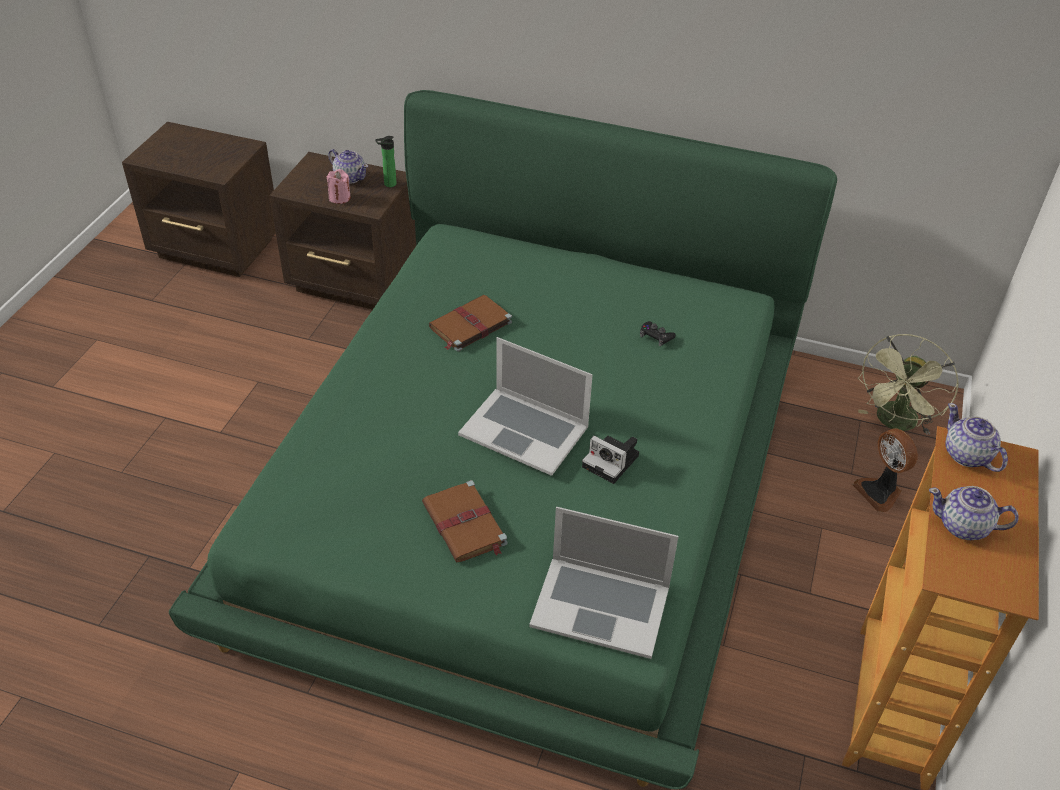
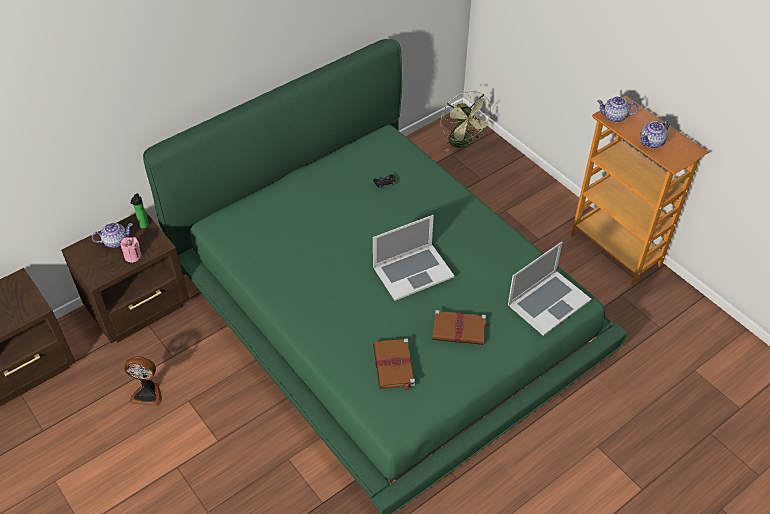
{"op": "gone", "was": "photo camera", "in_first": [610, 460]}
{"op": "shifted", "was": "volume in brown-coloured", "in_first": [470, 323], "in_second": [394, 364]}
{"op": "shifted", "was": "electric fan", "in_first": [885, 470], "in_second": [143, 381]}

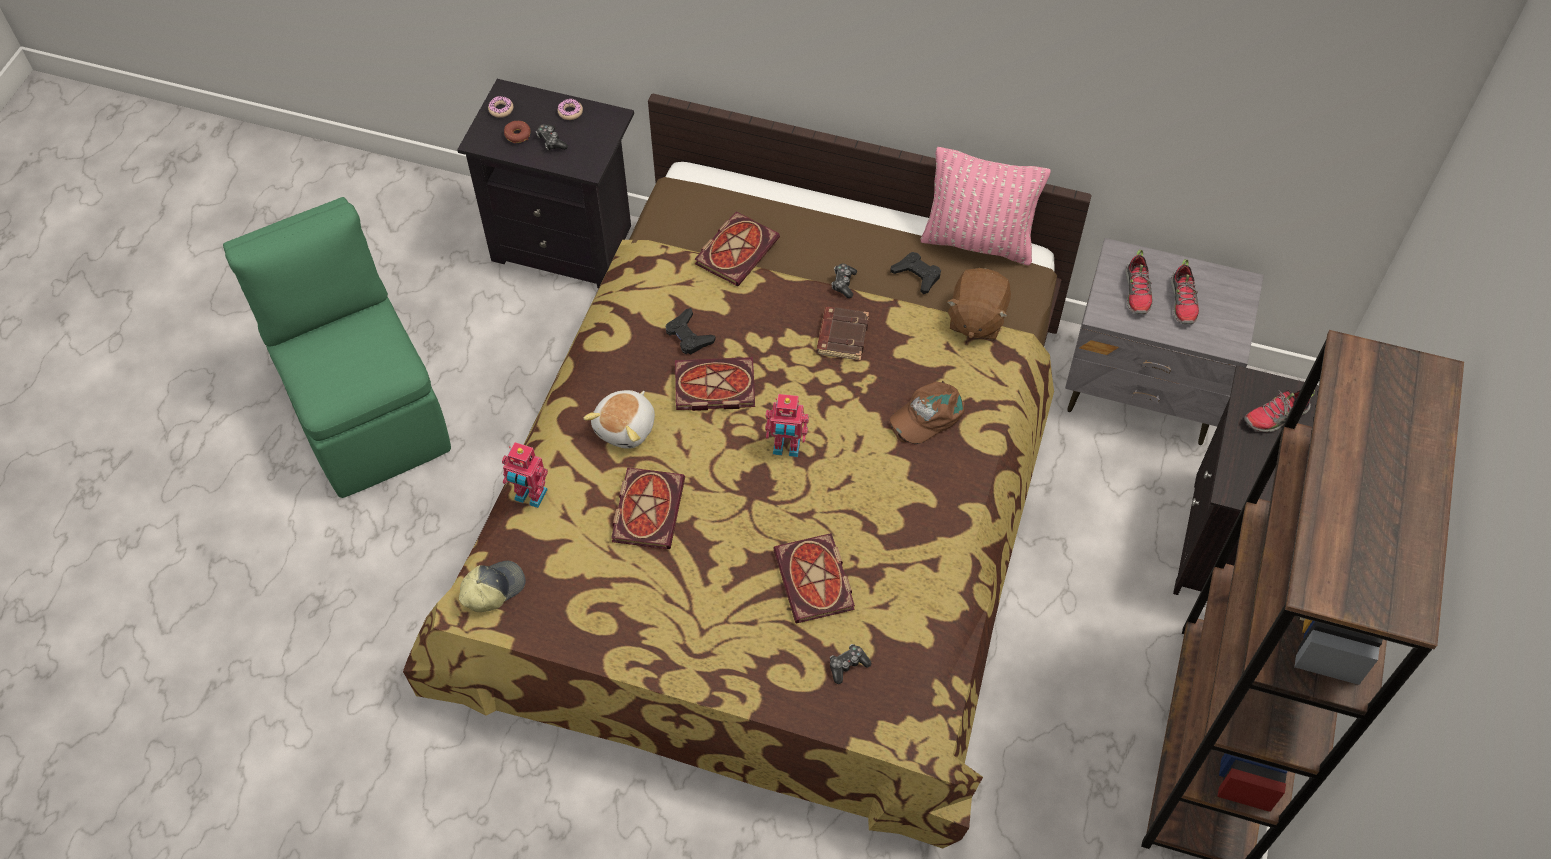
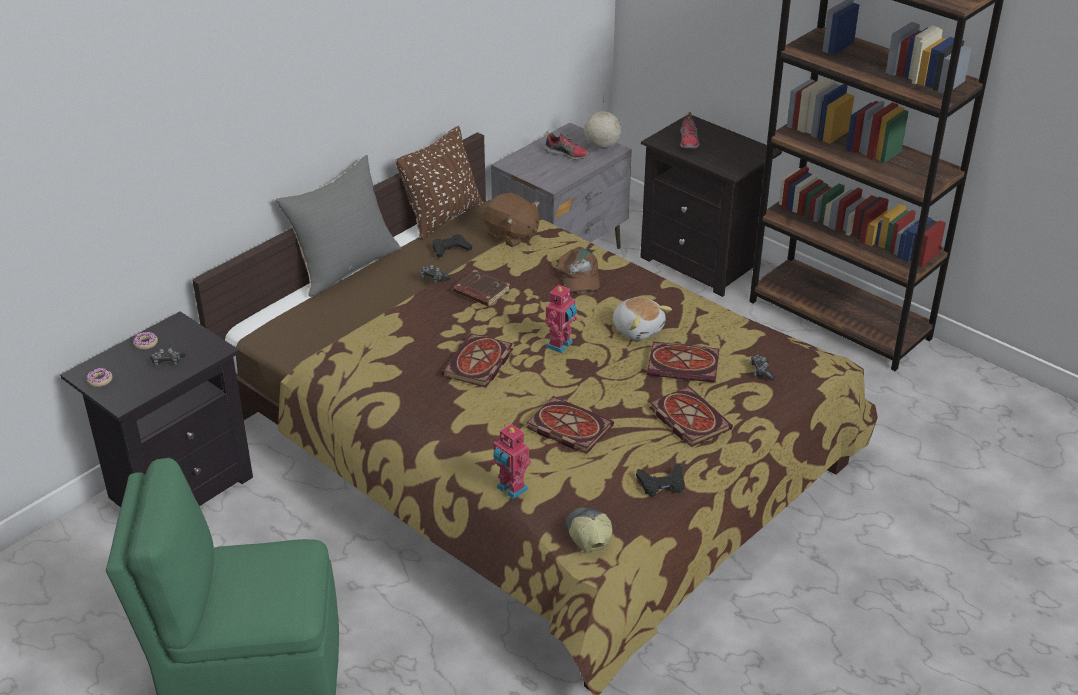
{"op": "gone", "was": "donut", "in_first": [517, 132]}
{"op": "gone", "was": "item of footwear", "in_first": [1139, 282]}
{"op": "new", "now": "pillow in grey", "in_second": [338, 226]}
{"op": "new", "now": "world globe", "in_second": [602, 123]}
{"op": "shifted", "was": "soft toy", "in_first": [619, 419], "in_second": [642, 318]}
{"op": "shifted", "was": "game controller in black-coloured", "in_first": [691, 331], "in_second": [660, 480]}
{"op": "shifted", "was": "volume", "in_first": [737, 249], "in_second": [691, 416]}
{"op": "repainted", "was": "pillow in pinkish", "now": "pillow in brown-coloured", "in_first": [985, 206], "in_second": [439, 183]}
{"op": "rotated", "was": "model robot", "in_first": [525, 475], "in_second": [511, 461], "clockwise": 90}

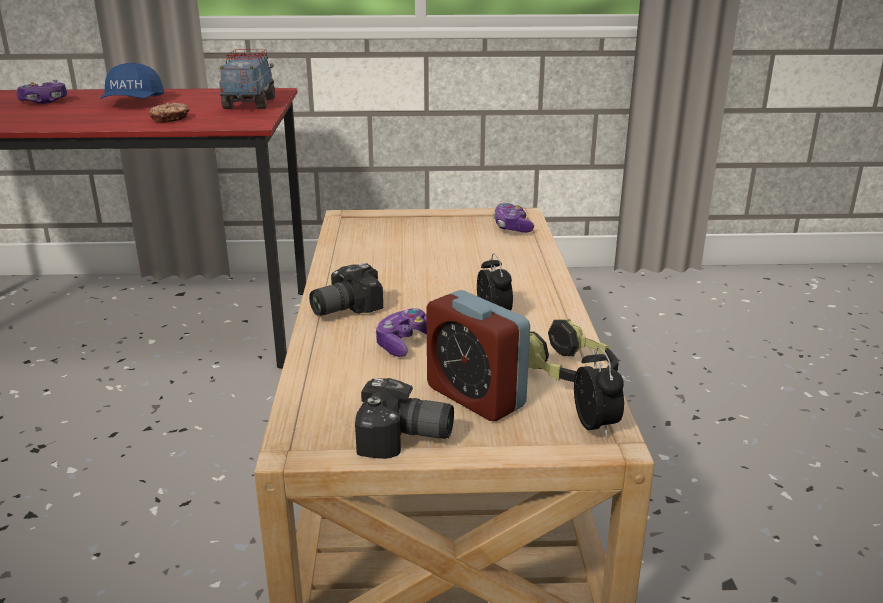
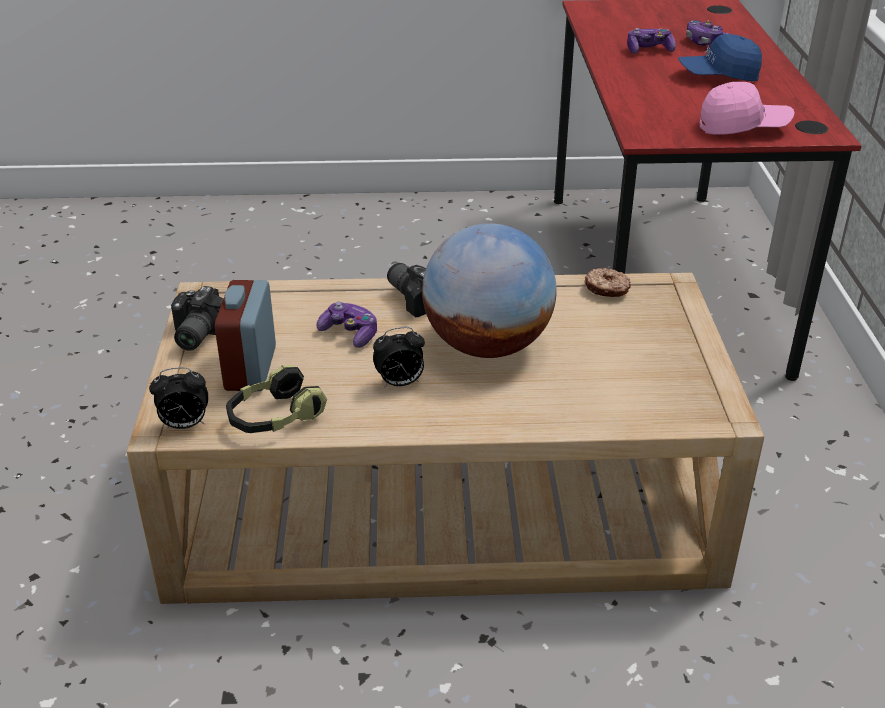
{"op": "new", "now": "world globe", "in_second": [489, 290]}
{"op": "shifted", "was": "donut", "in_first": [169, 113], "in_second": [608, 282]}
{"op": "shifted", "was": "game controller", "in_first": [513, 218], "in_second": [651, 41]}
{"op": "swapped", "was": "model truck", "now": "baseball cap in pinkish", "in_first": [247, 79], "in_second": [747, 108]}
{"op": "rotated", "was": "alarm clock", "in_first": [478, 355], "in_second": [245, 335], "clockwise": -45}

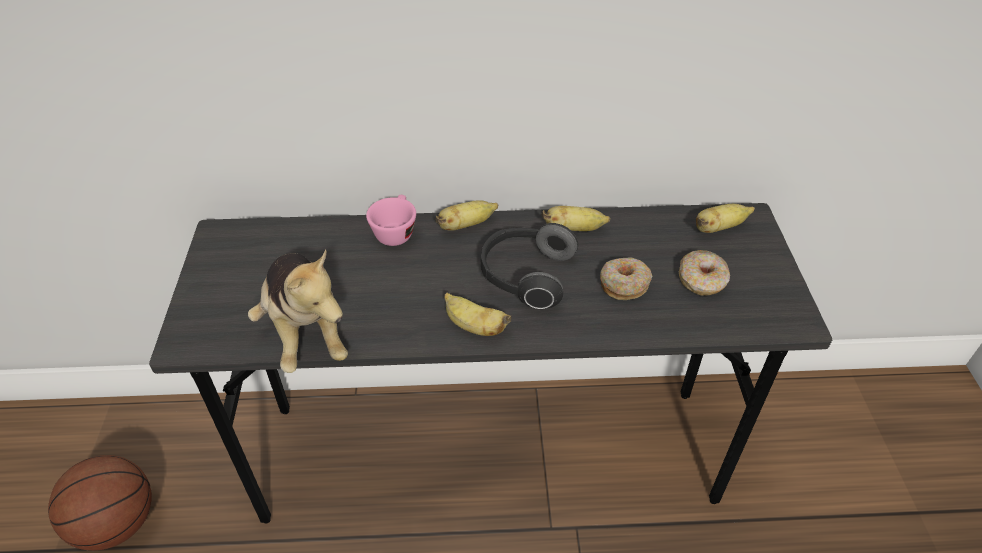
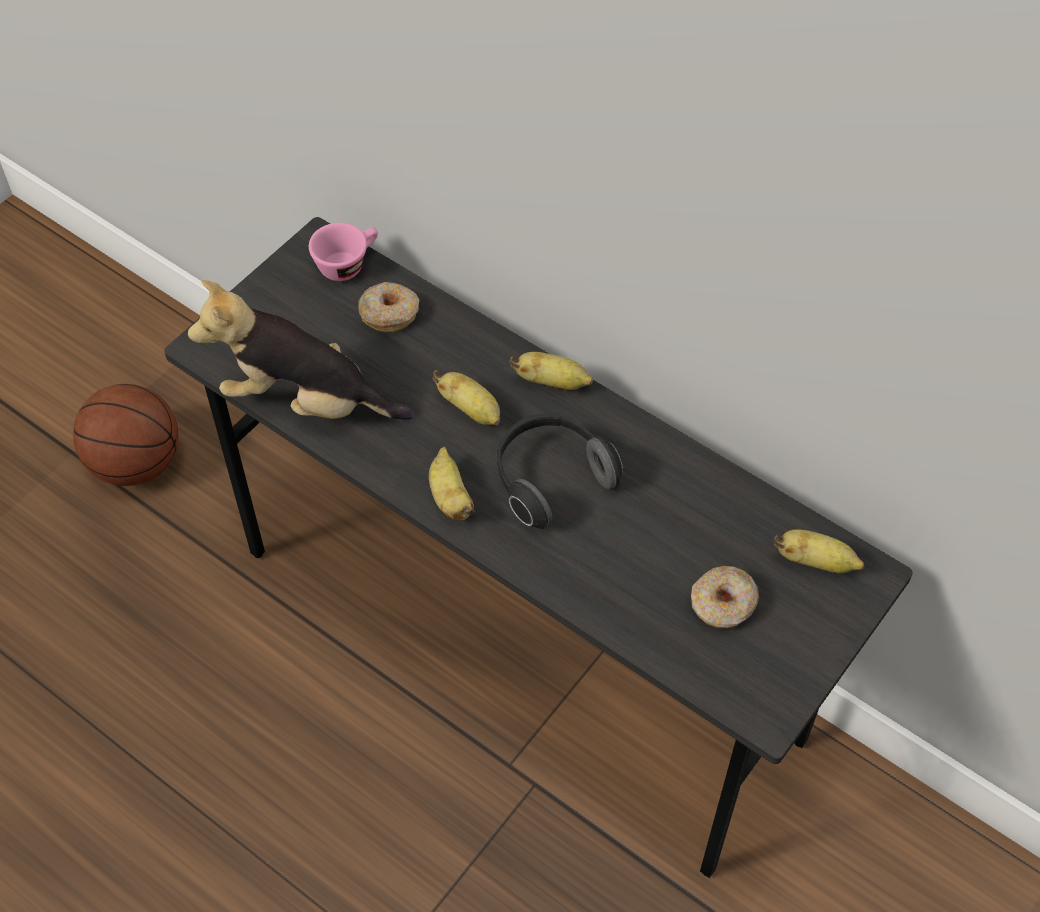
{"op": "shifted", "was": "drinking cup in pinkish", "in_first": [391, 220], "in_second": [343, 252]}
{"op": "shifted", "was": "banana", "in_first": [576, 218], "in_second": [466, 397]}
{"op": "shifted", "was": "donut", "in_first": [626, 279], "in_second": [388, 307]}
{"op": "rotated", "was": "soft toy", "in_first": [298, 311], "in_second": [301, 350], "clockwise": 90}

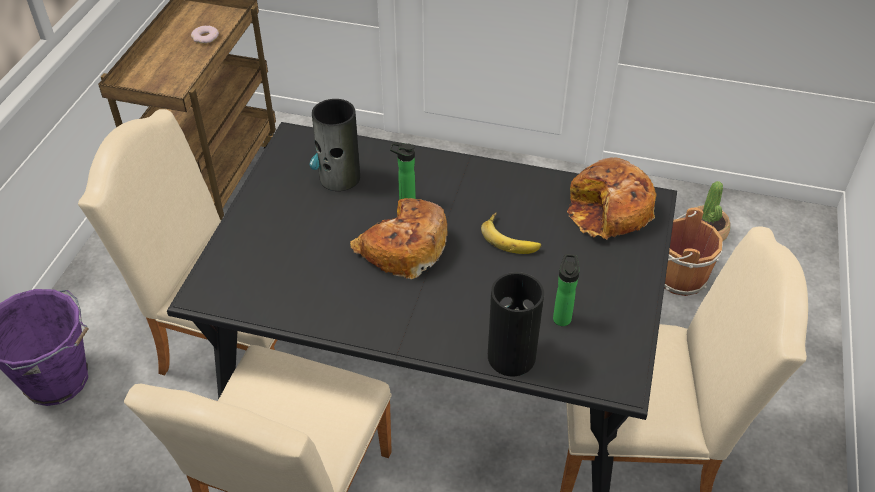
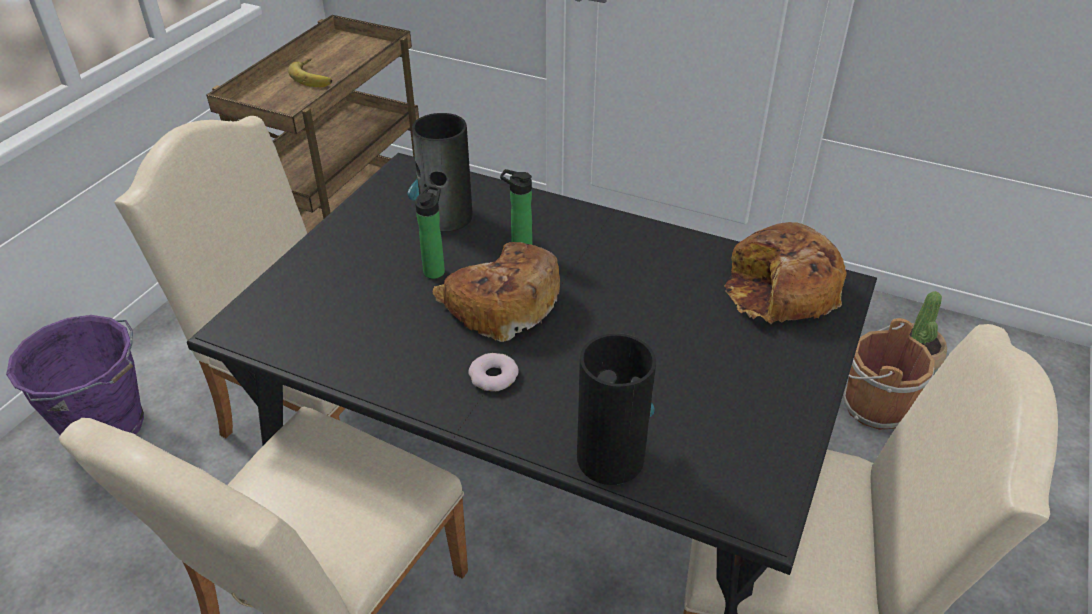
{"op": "shifted", "was": "donut", "in_first": [205, 35], "in_second": [493, 372]}
{"op": "shifted", "was": "banana", "in_first": [511, 233], "in_second": [310, 73]}
{"op": "shifted", "was": "beverage bottle", "in_first": [566, 290], "in_second": [430, 232]}

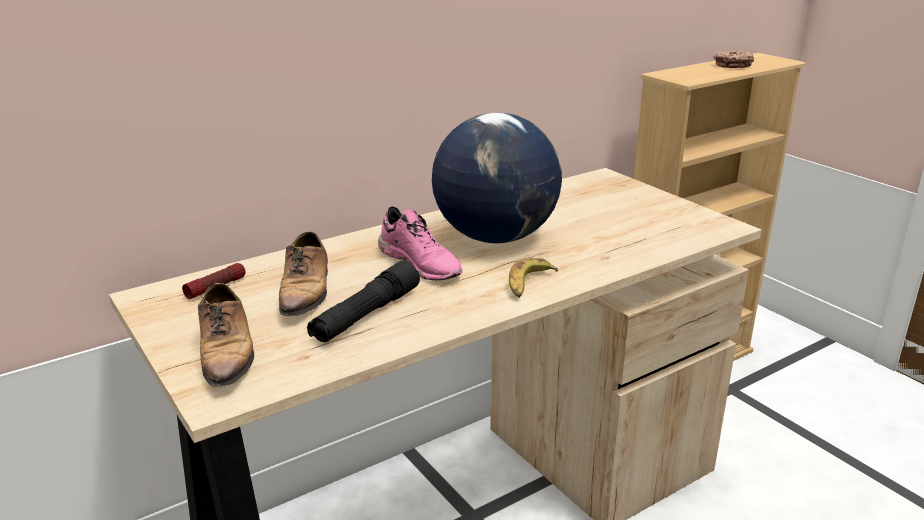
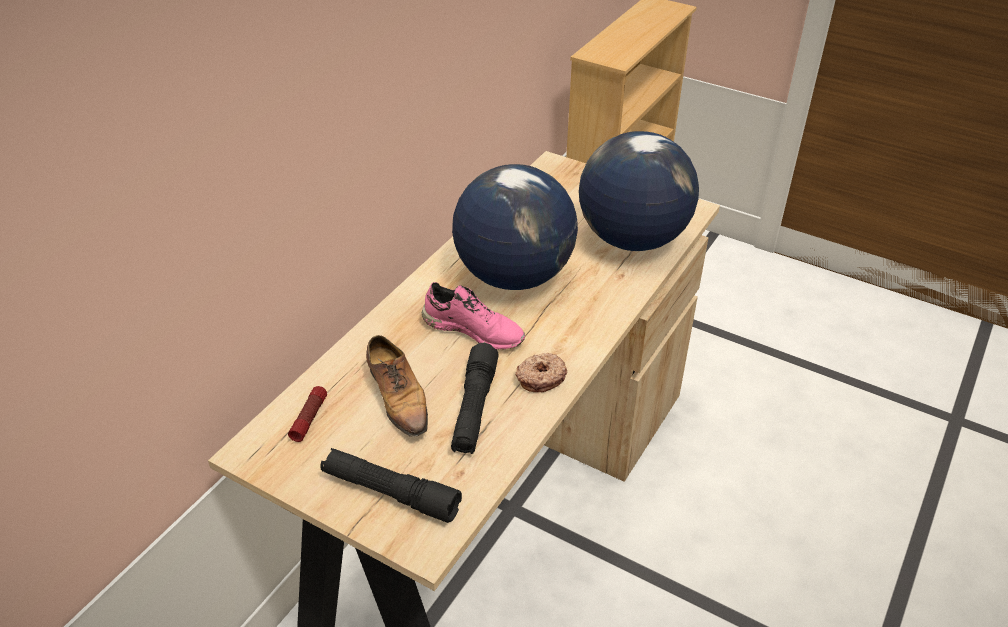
{"op": "gone", "was": "banana", "in_first": [533, 278]}
{"op": "new", "now": "world globe", "in_second": [639, 191]}
{"op": "shifted", "was": "donut", "in_first": [733, 59], "in_second": [541, 372]}
{"op": "swapped", "was": "item of footwear", "now": "torch in black-coloured", "in_first": [226, 338], "in_second": [391, 485]}

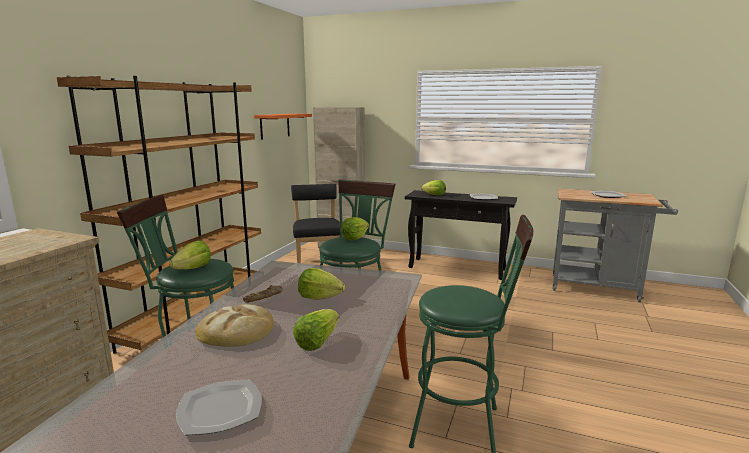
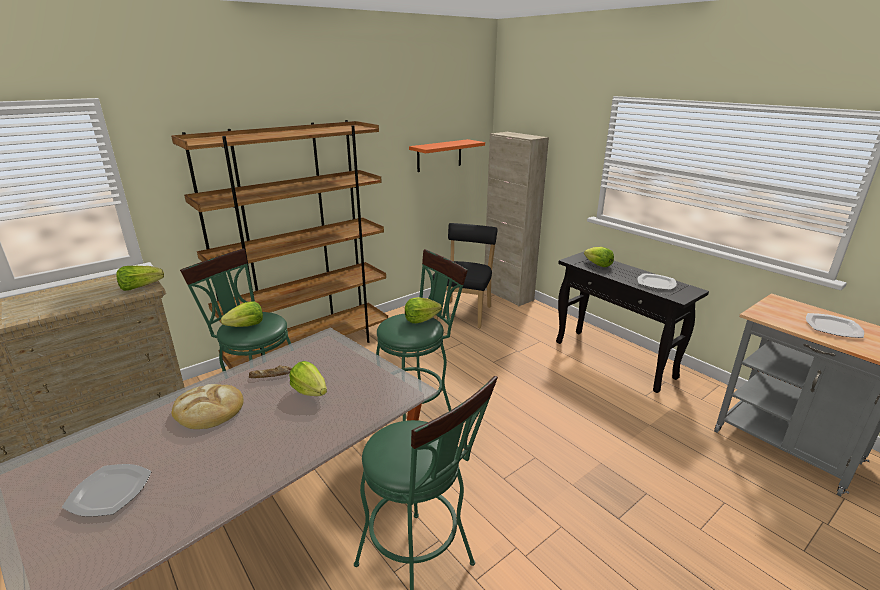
{"op": "shifted", "was": "lettuce head", "in_first": [316, 330], "in_second": [140, 278]}

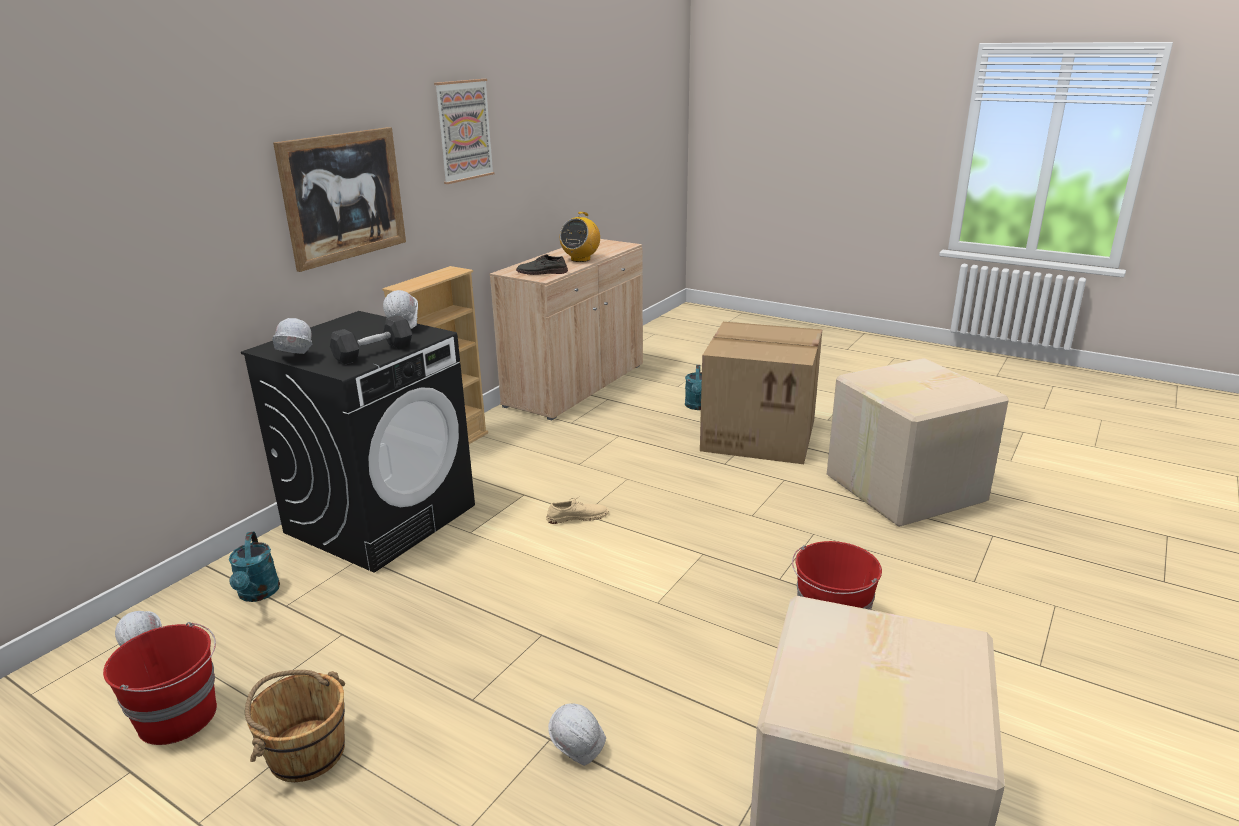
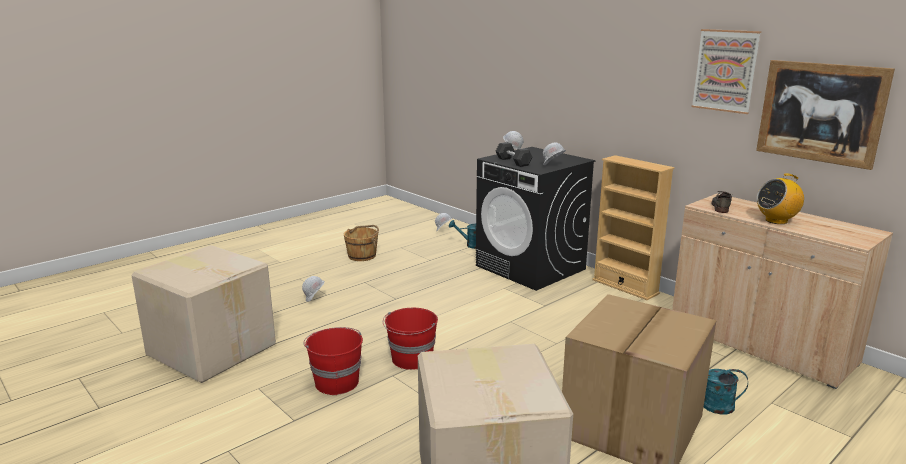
{"op": "gone", "was": "item of footwear in beige", "in_first": [577, 510]}
{"op": "shifted", "was": "pail in reddish", "in_first": [160, 683], "in_second": [410, 339]}
{"op": "shifted", "was": "wall art", "in_first": [339, 199], "in_second": [825, 115]}
{"op": "rotated", "was": "radio", "in_first": [580, 237], "in_second": [780, 198], "clockwise": -60}

